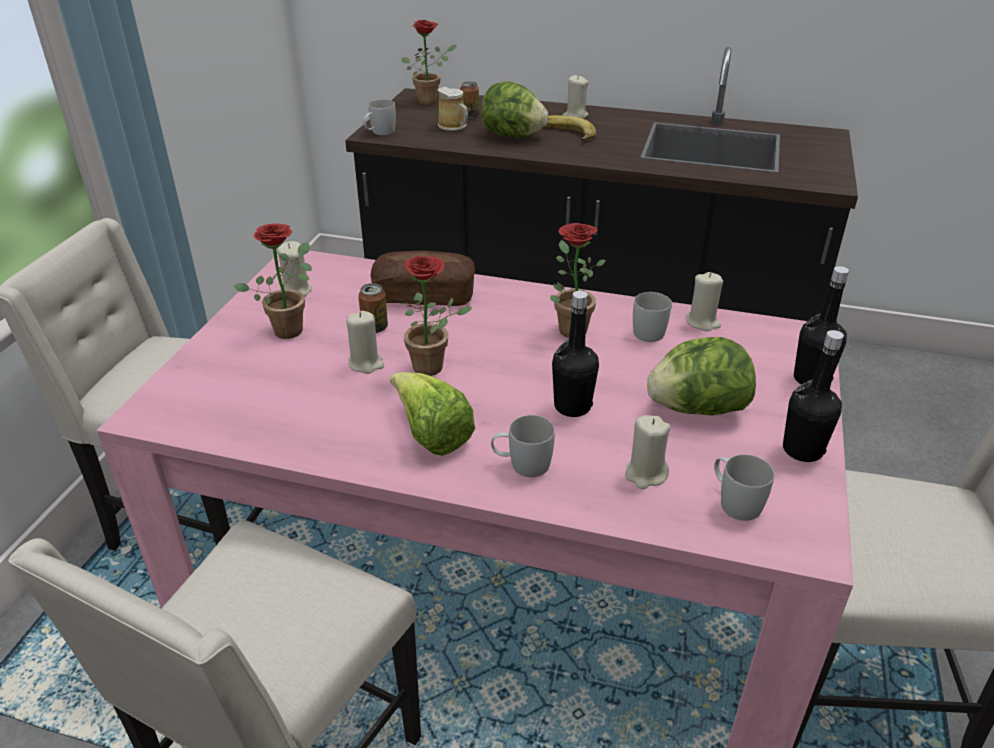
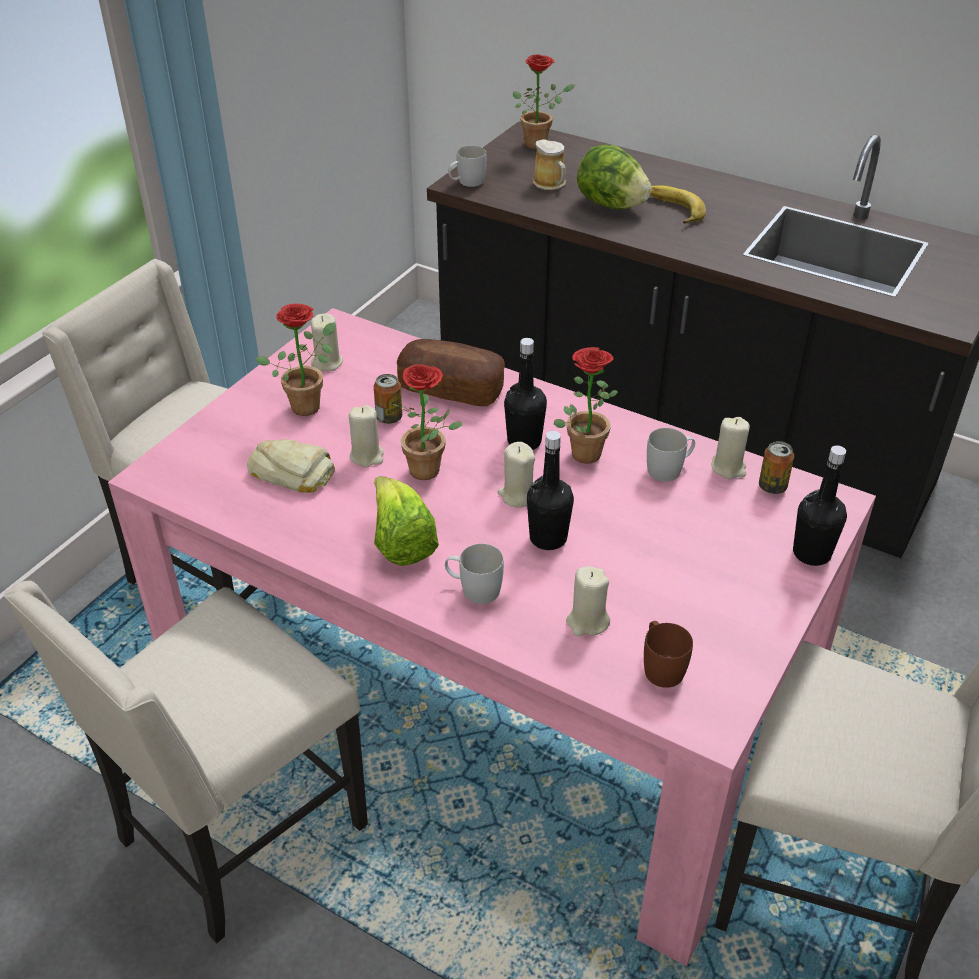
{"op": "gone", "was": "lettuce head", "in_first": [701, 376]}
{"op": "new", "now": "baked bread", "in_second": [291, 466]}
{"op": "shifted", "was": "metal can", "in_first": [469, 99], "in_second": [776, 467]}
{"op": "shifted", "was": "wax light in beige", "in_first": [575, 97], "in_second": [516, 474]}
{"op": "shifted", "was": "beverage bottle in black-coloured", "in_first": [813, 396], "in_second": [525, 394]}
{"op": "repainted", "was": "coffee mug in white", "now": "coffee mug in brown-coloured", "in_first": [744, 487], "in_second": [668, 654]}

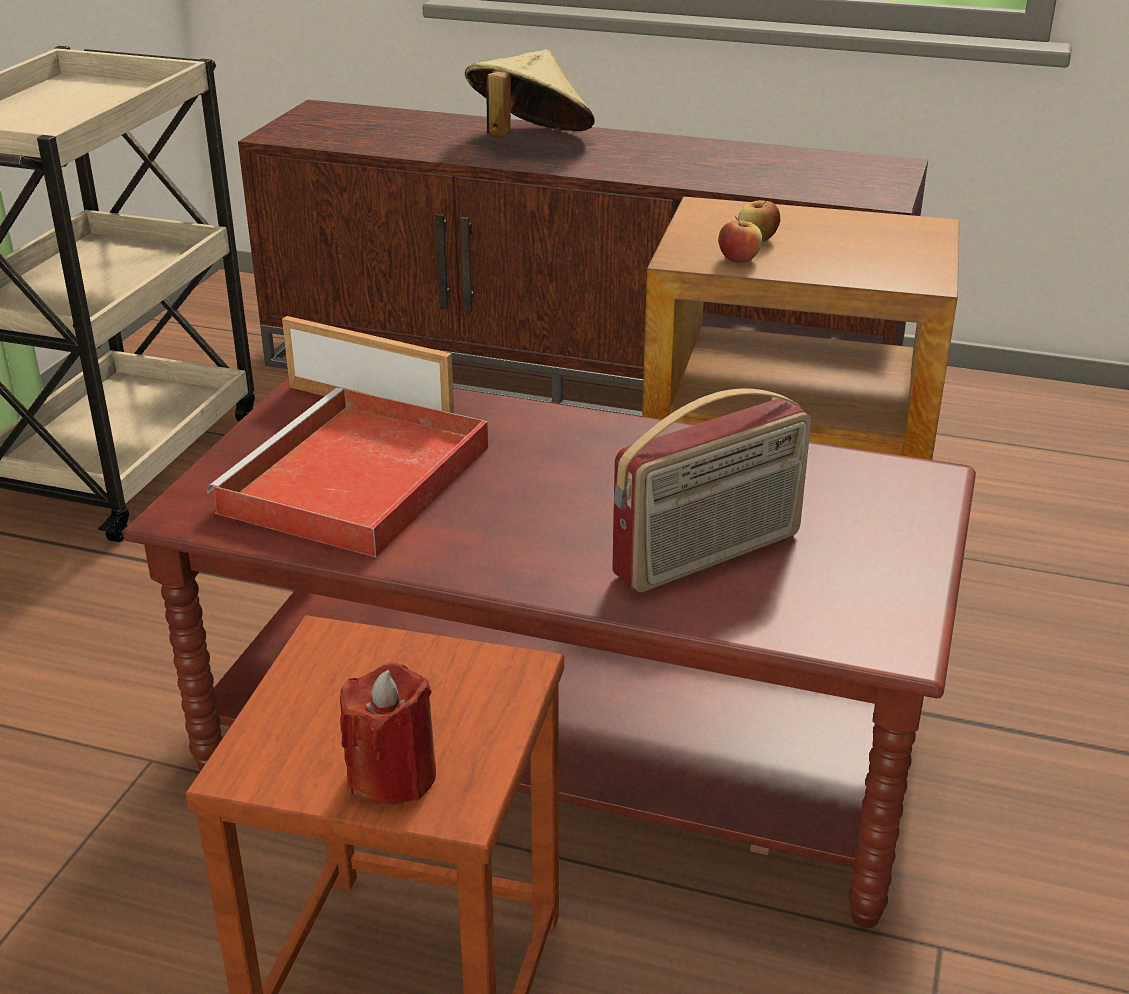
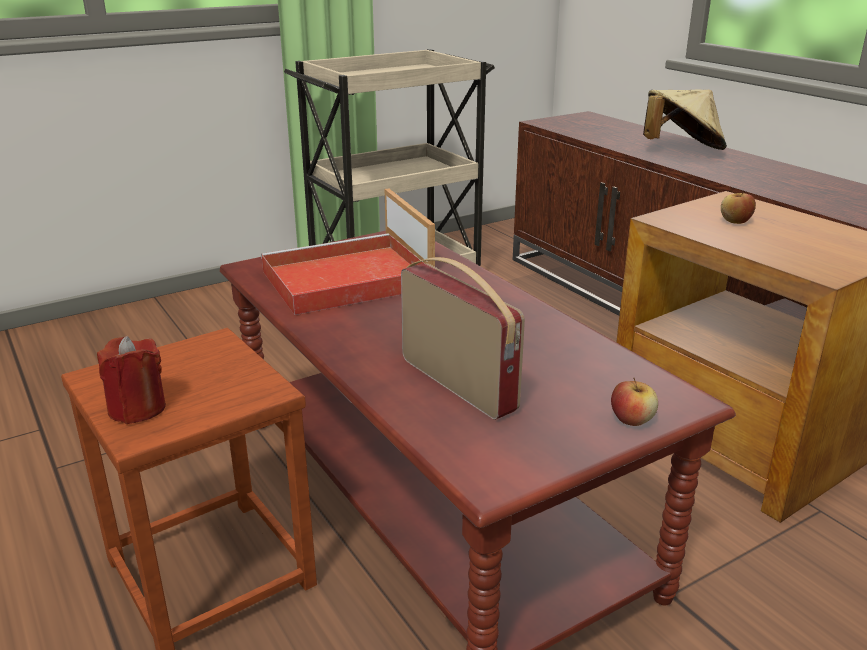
{"op": "shifted", "was": "whole apple", "in_first": [740, 239], "in_second": [634, 402]}
{"op": "rotated", "was": "radio", "in_first": [711, 490], "in_second": [463, 338], "clockwise": -135}

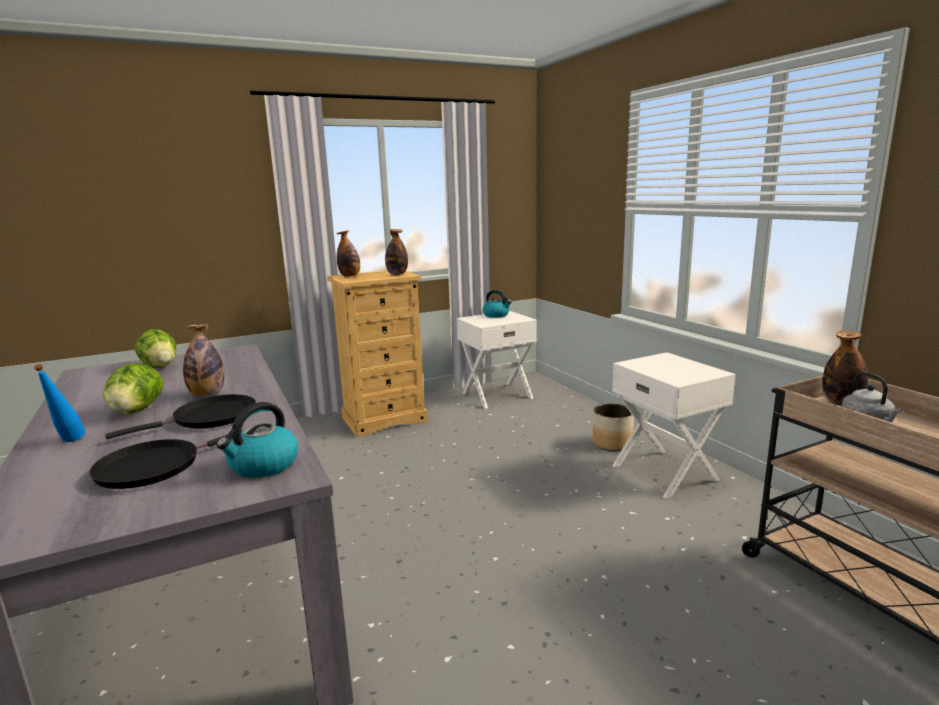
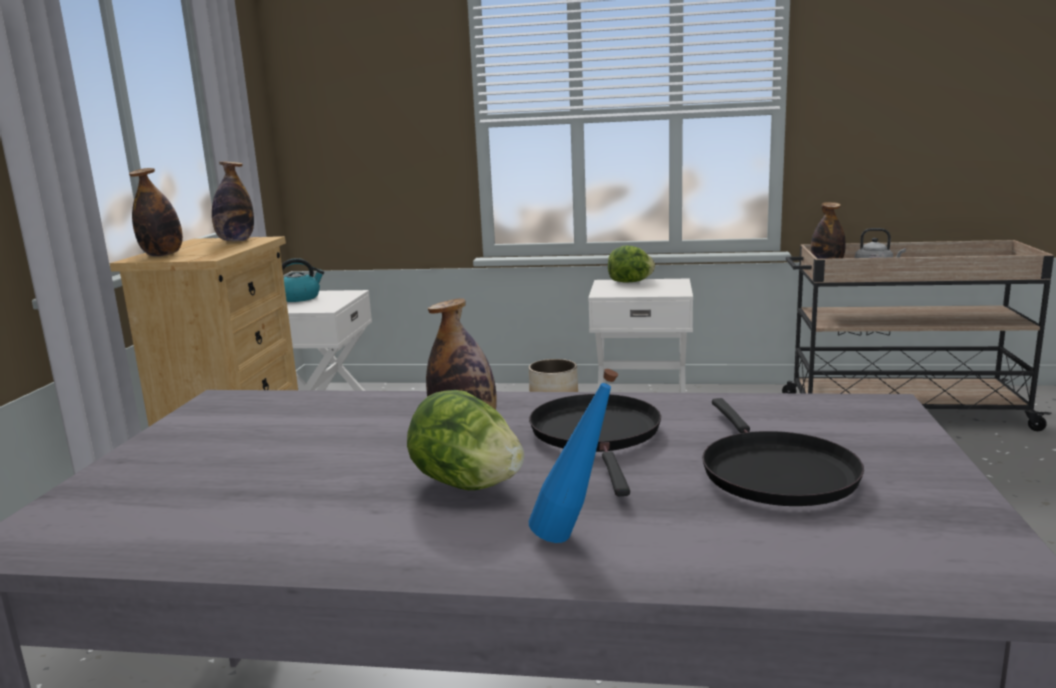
{"op": "gone", "was": "kettle", "in_first": [257, 440]}
{"op": "shifted", "was": "lettuce head", "in_first": [155, 348], "in_second": [631, 263]}

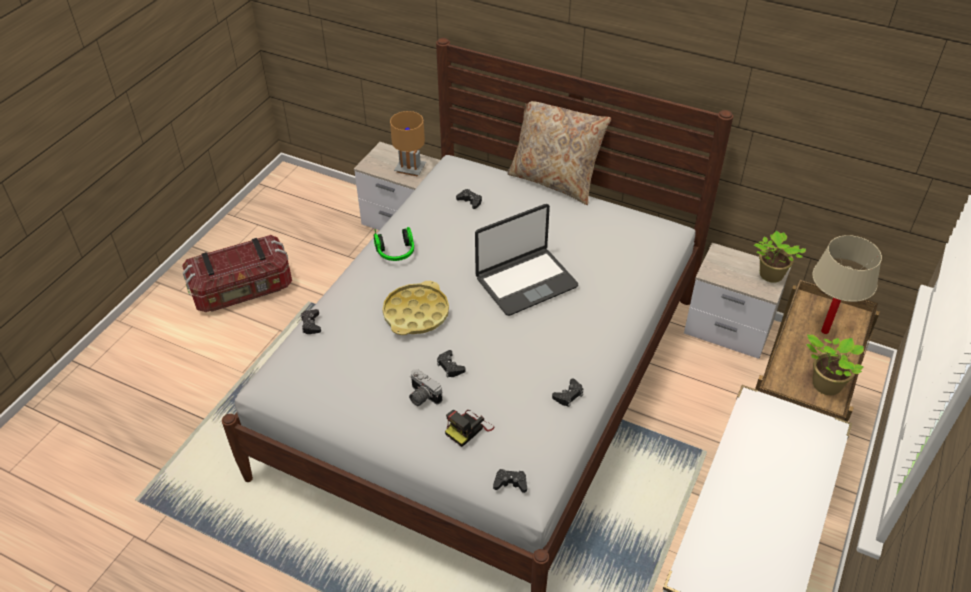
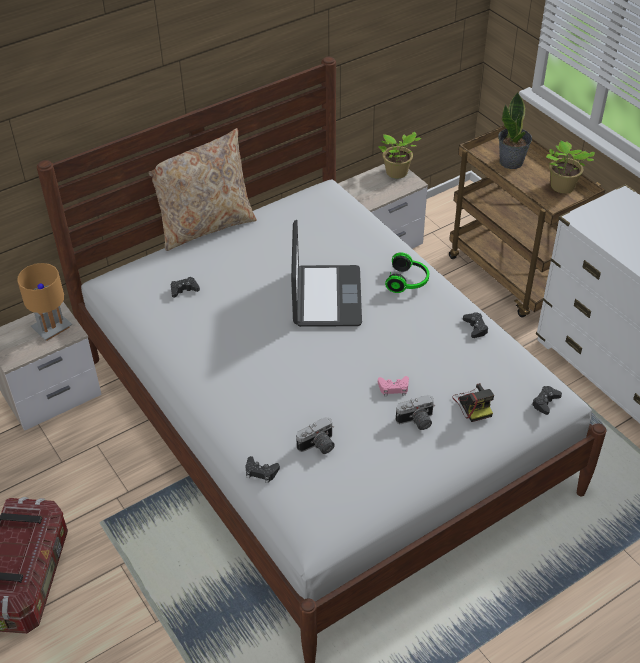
{"op": "gone", "was": "tray in yellow", "in_first": [415, 308]}
{"op": "new", "now": "photo camera", "in_second": [315, 435]}
{"op": "shifted", "was": "headphones", "in_first": [394, 244], "in_second": [407, 272]}
{"op": "swapped", "was": "lamp for a table in beige", "now": "plant in a pot", "in_first": [847, 284], "in_second": [515, 130]}
{"op": "repainted", "was": "game controller in black-coloured", "now": "game controller in pinkish", "in_first": [451, 364], "in_second": [393, 386]}

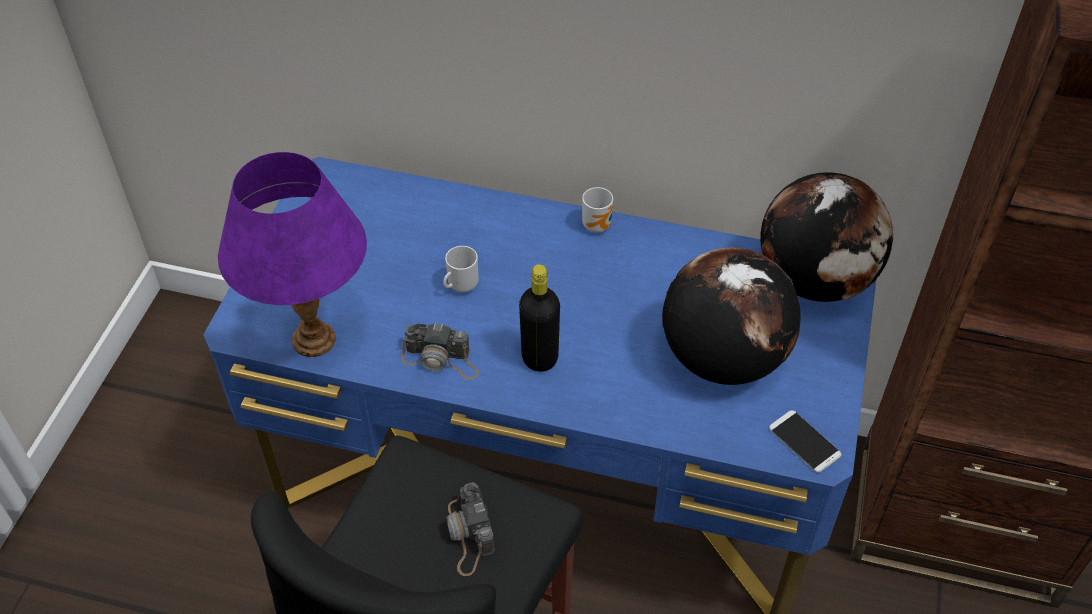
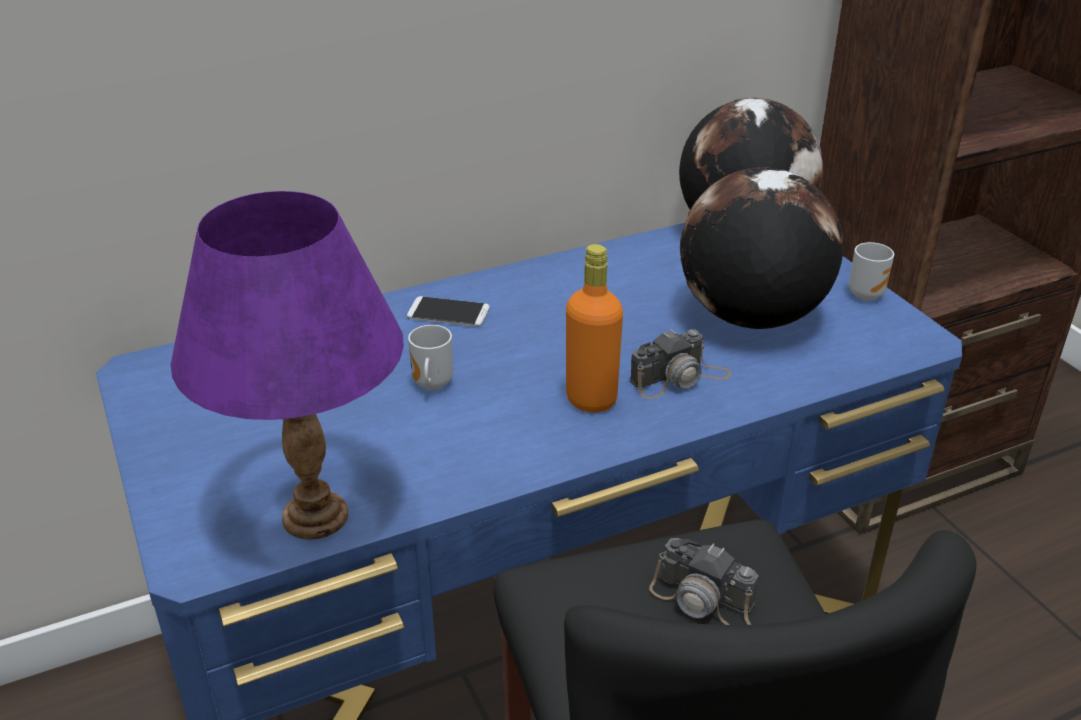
{"op": "shifted", "was": "photo camera", "in_first": [440, 351], "in_second": [681, 364]}
{"op": "shifted", "was": "coffee mug", "in_first": [597, 210], "in_second": [871, 271]}
{"op": "shifted", "was": "phone", "in_first": [805, 441], "in_second": [448, 311]}
{"op": "repainted", "was": "beverage bottle in black-coloured", "now": "beverage bottle in orange", "in_first": [539, 318], "in_second": [594, 328]}

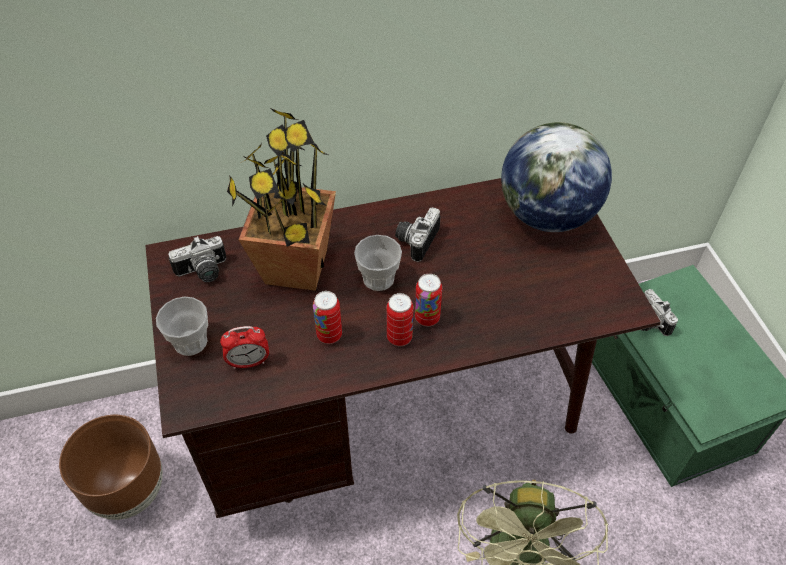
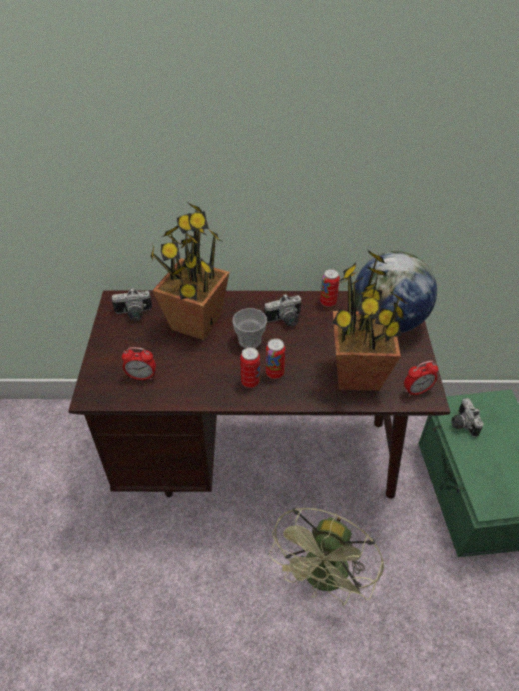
{"op": "gone", "was": "plant pot in brown-coloured", "in_first": [111, 467]}
{"op": "gone", "was": "drinking cup", "in_first": [182, 326]}
{"op": "new", "now": "plant in a pot", "in_second": [370, 320]}
{"op": "new", "now": "alarm clock", "in_second": [421, 379]}
{"op": "shifted", "was": "metal can", "in_first": [327, 317], "in_second": [330, 288]}
{"op": "rotated", "was": "photo camera", "in_first": [418, 234], "in_second": [282, 310], "clockwise": -150}

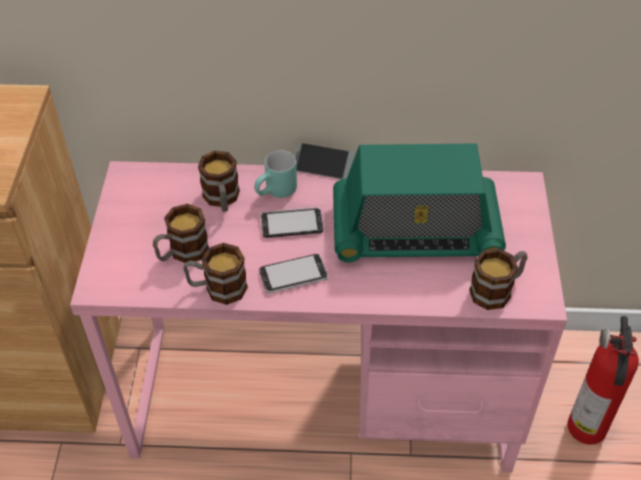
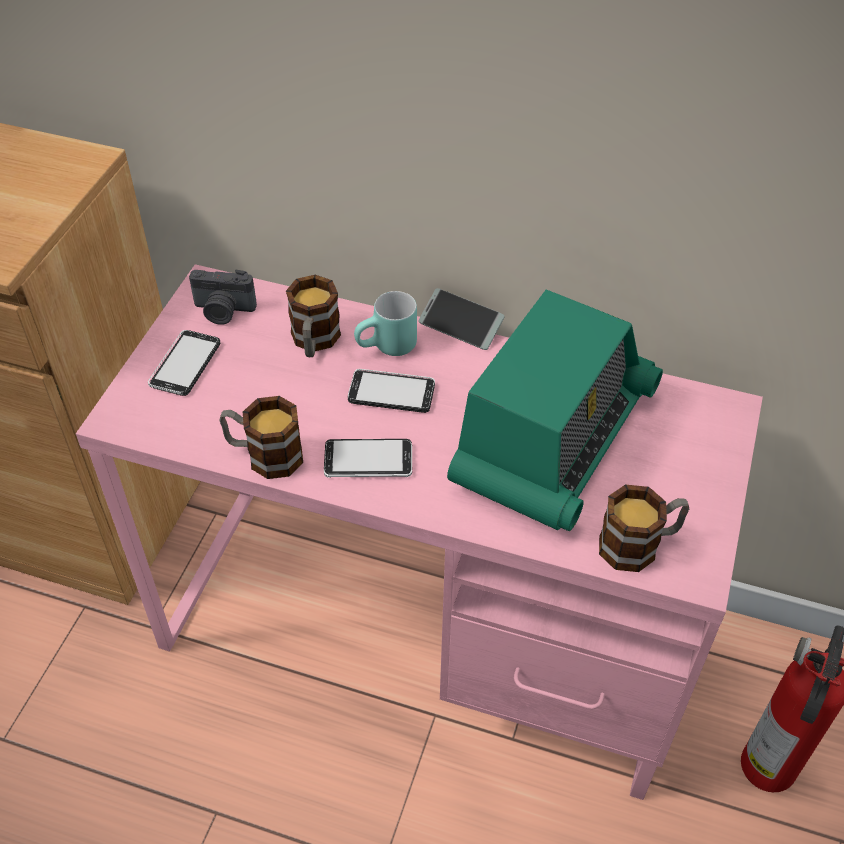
{"op": "gone", "was": "coffee mug", "in_first": [181, 233]}
{"op": "new", "now": "phone", "in_second": [184, 363]}
{"op": "new", "now": "photo camera", "in_second": [223, 297]}
{"op": "rotated", "was": "radio", "in_first": [419, 202], "in_second": [555, 410], "clockwise": -75}

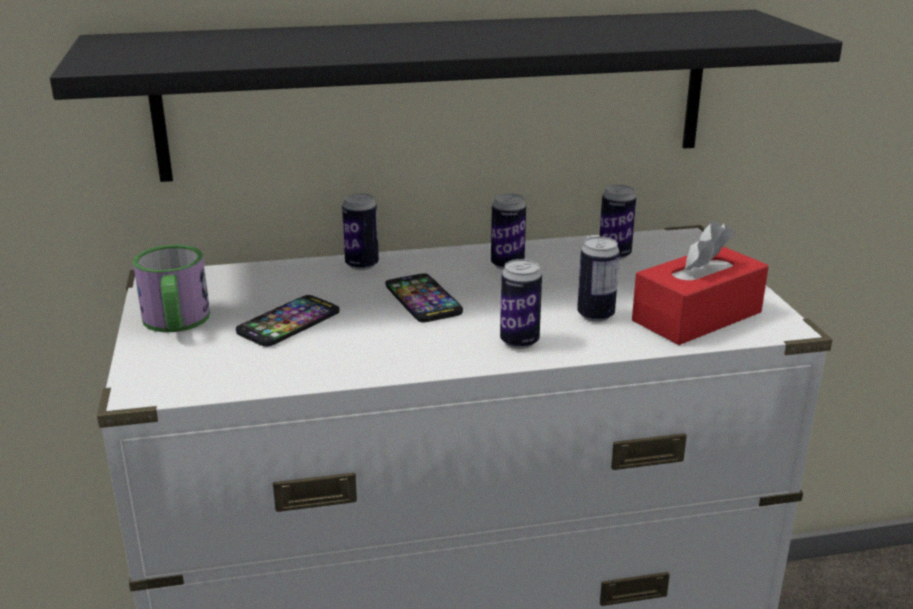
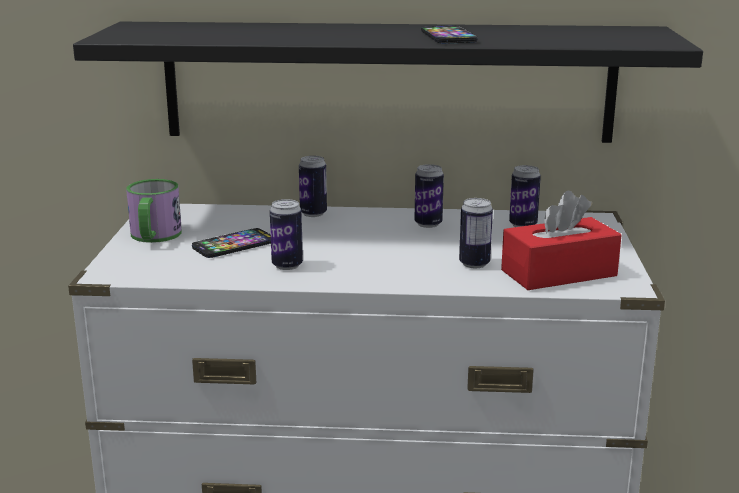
{"op": "shifted", "was": "phone", "in_first": [424, 297], "in_second": [449, 34]}
{"op": "shifted", "was": "metal can", "in_first": [521, 304], "in_second": [286, 234]}

